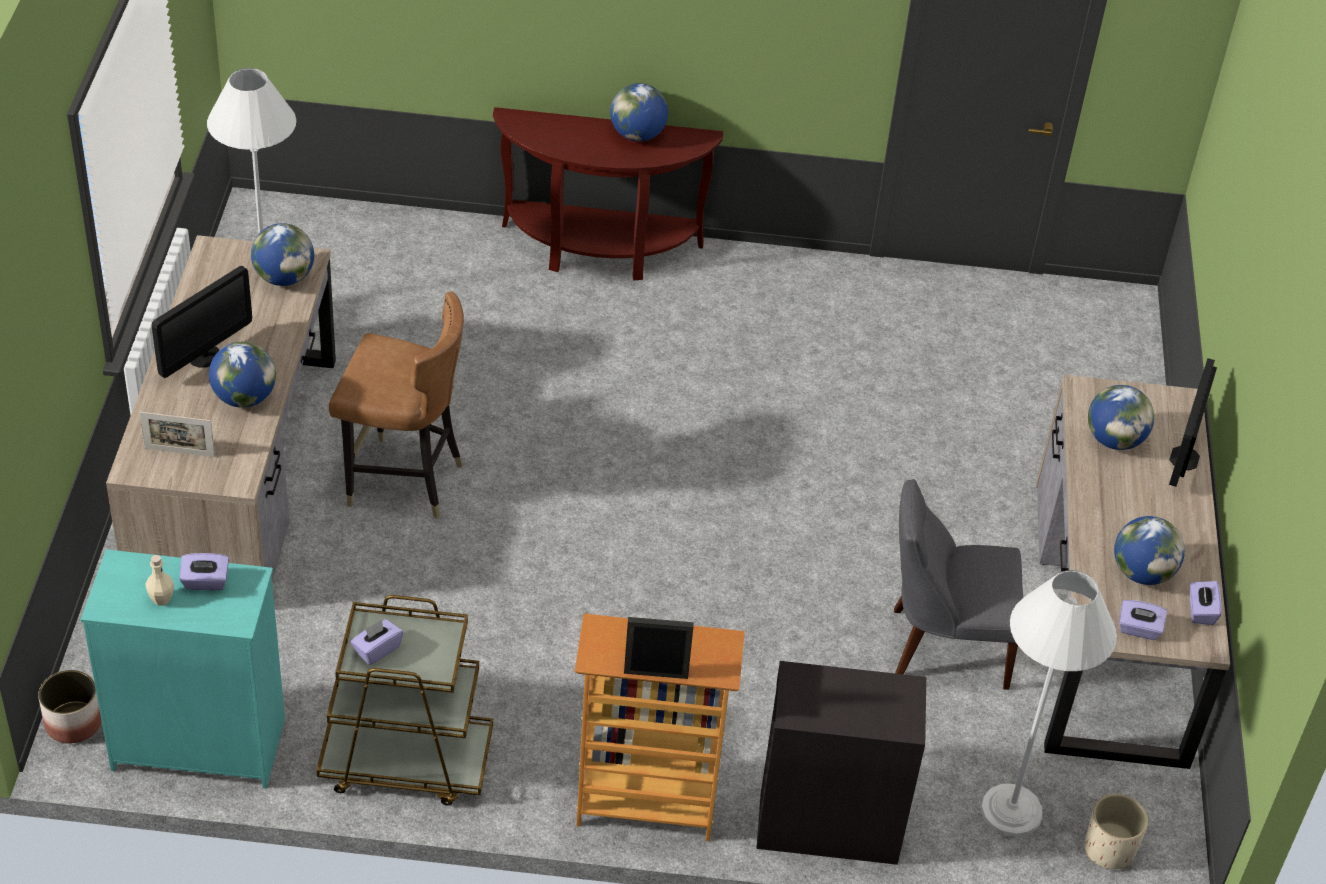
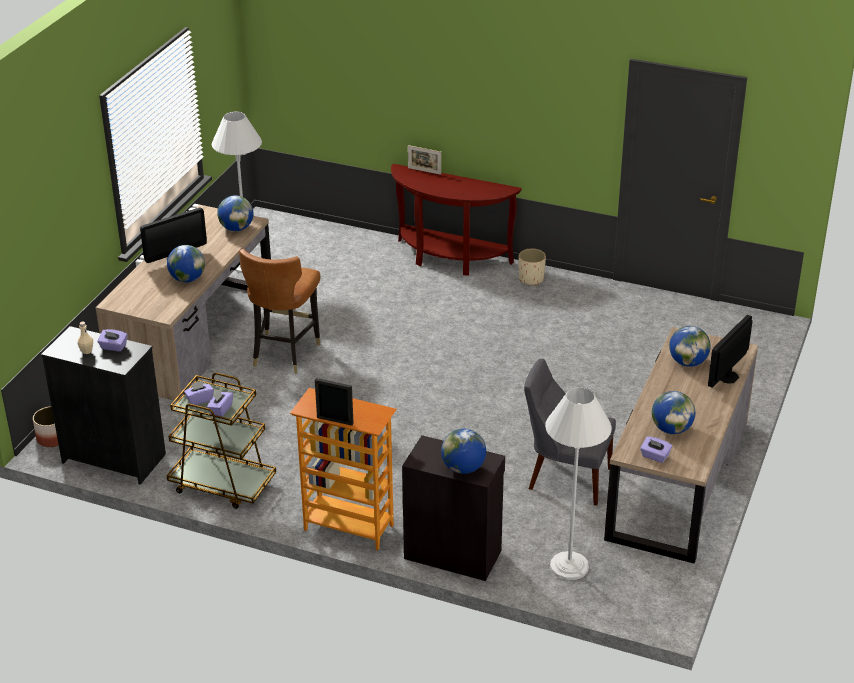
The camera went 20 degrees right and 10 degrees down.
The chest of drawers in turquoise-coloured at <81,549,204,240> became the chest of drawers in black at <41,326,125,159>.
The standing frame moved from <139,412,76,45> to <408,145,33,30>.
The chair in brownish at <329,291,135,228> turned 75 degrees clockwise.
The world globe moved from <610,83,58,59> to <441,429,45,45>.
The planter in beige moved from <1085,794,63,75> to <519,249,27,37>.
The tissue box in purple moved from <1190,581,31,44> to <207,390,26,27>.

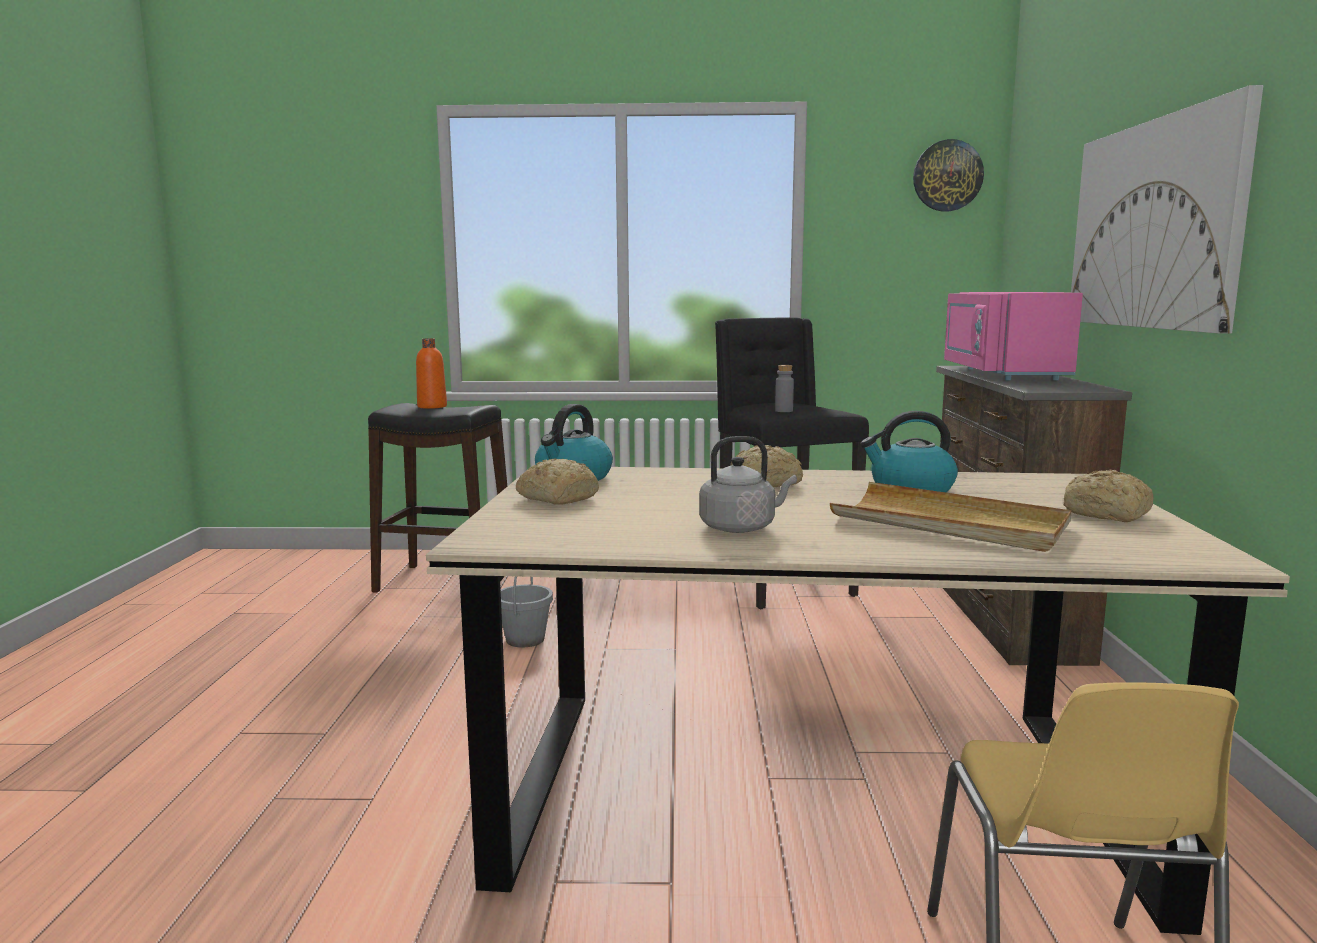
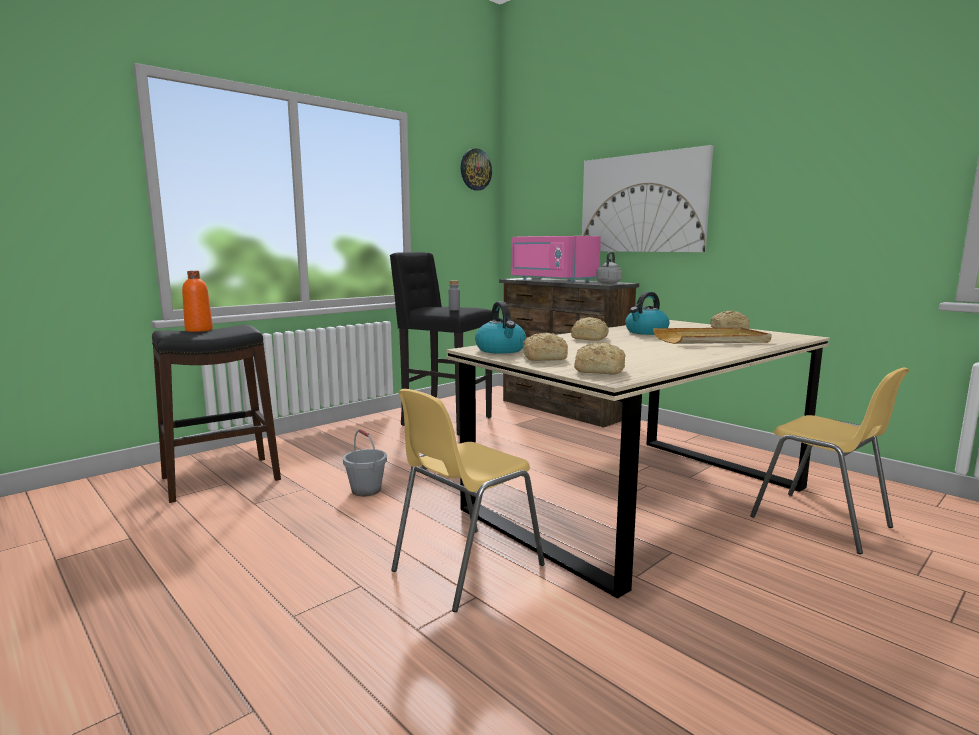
The camera went 45 degrees left and 0 degrees up.
The tea kettle in gray moved from <699,436,98,97> to <596,252,26,32>.
The chair in yellow-coloured at <391,389,154,223> appeared.
The bread at <574,343,52,31> appeared.

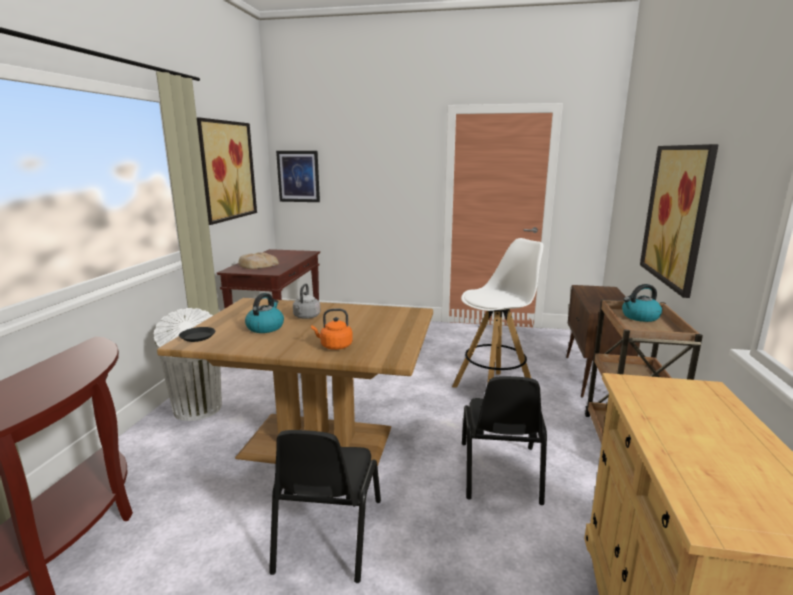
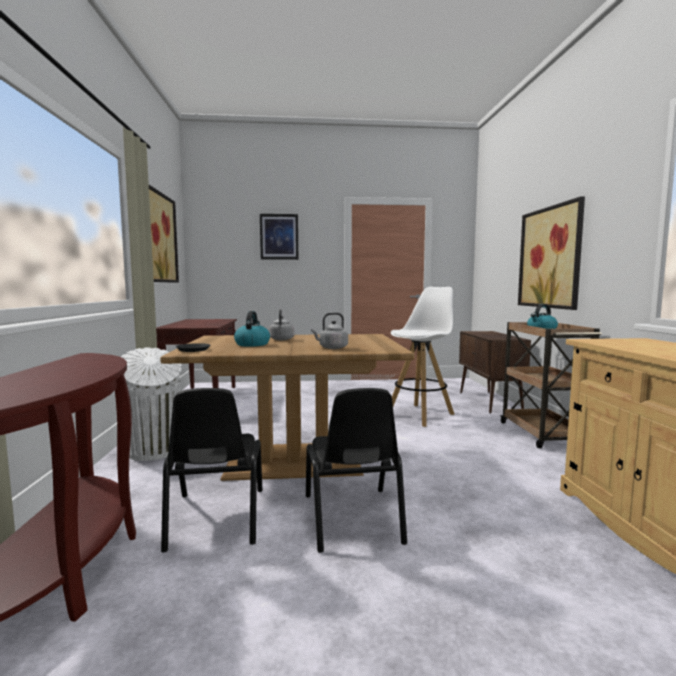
The camera went 15 degrees left and 10 degrees down.
The bread at <238,252,41,17> disappeared.
The picture moved from <276,151,44,51> to <260,214,38,46>.
The tea kettle in orange-coloured at <311,308,42,42> became the tea kettle in gray at <311,312,37,37>.
The chair in black moved from <462,376,85,129> to <161,388,101,164>.

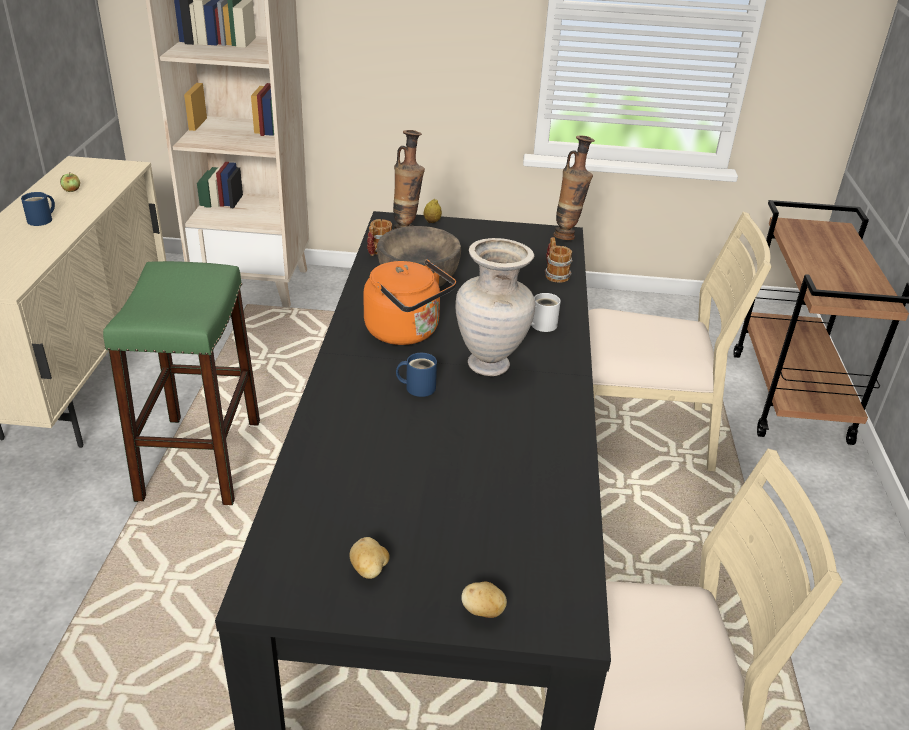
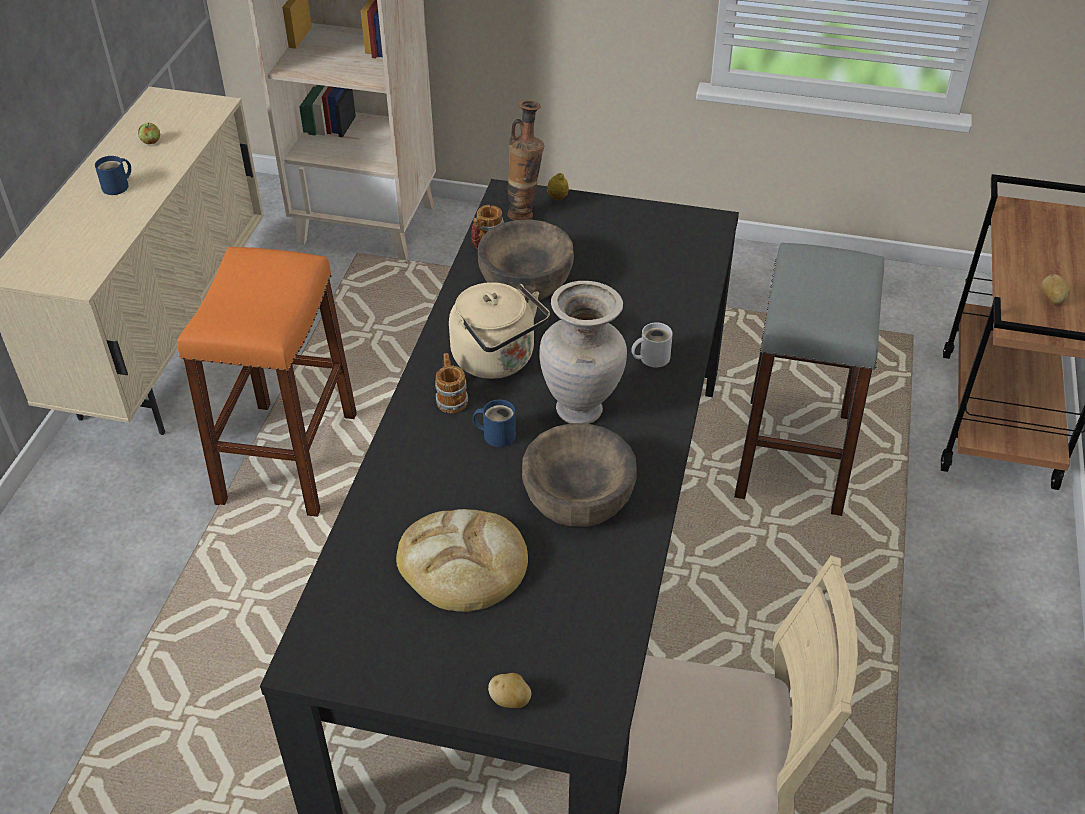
The camera went 10 degrees right and 10 degrees up.
The sitting stool in green-coloured at <103,261,157,244> became the sitting stool in orange-coloured at <177,247,180,270>.
The potato moved from <350,537,40,42> to <1041,274,30,30>.
The tea kettle in orange-coloured at <363,259,93,86> became the tea kettle in beige at <449,282,101,97>.
The tea mug moved from <545,237,28,46> to <435,353,33,60>.
The vase at <553,136,42,104> disappeared.
The chair in beige at <588,211,184,260> was replaced by the sitting stool in gray at <734,243,151,273>.
The bread at <396,509,132,103> appeared.
The serving bowl in brownish at <522,423,115,104> appeared.

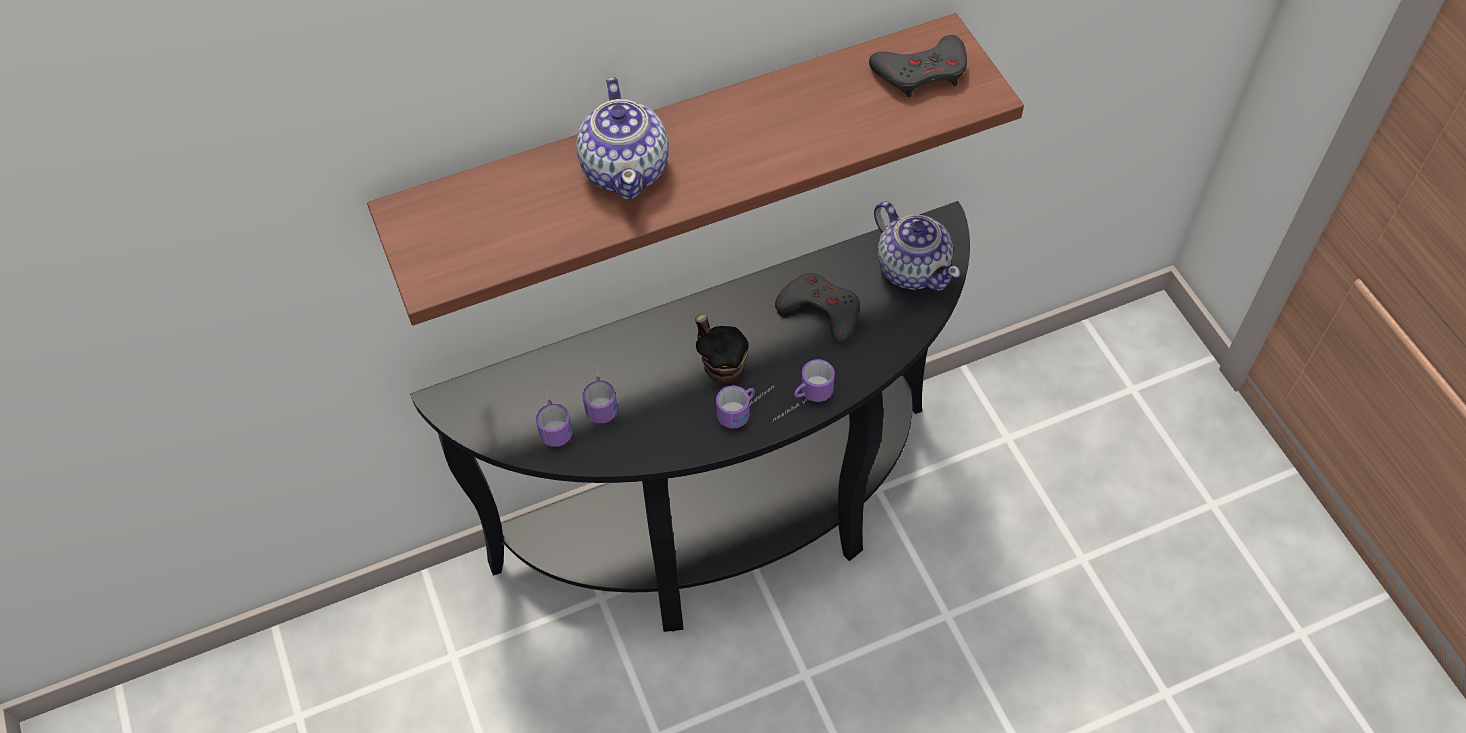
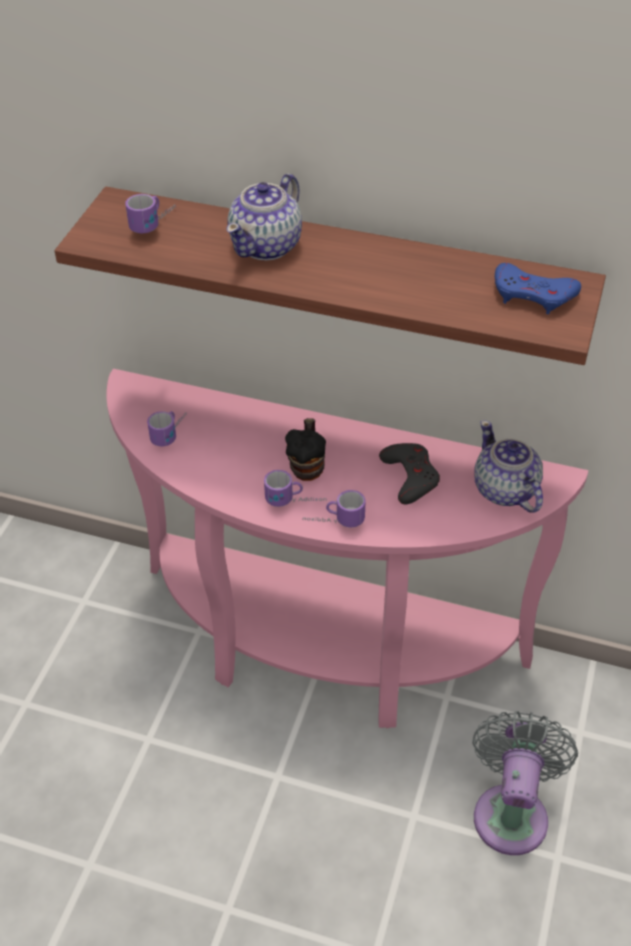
The camera went 40 degrees right and 10 degrees down.
The hall table in black at <410,201,560,431> became the hall table in pinkish at <107,369,481,359>.
The tea mug moved from <582,368,36,55> to <125,194,51,39>.
The joypad in gray at <869,35,98,62> became the joypad in blue-coloured at <495,263,86,51>.
The pot for tea at <874,201,86,90> turned 150 degrees clockwise.
The electric fan in gray at <472,711,106,144> appeared.

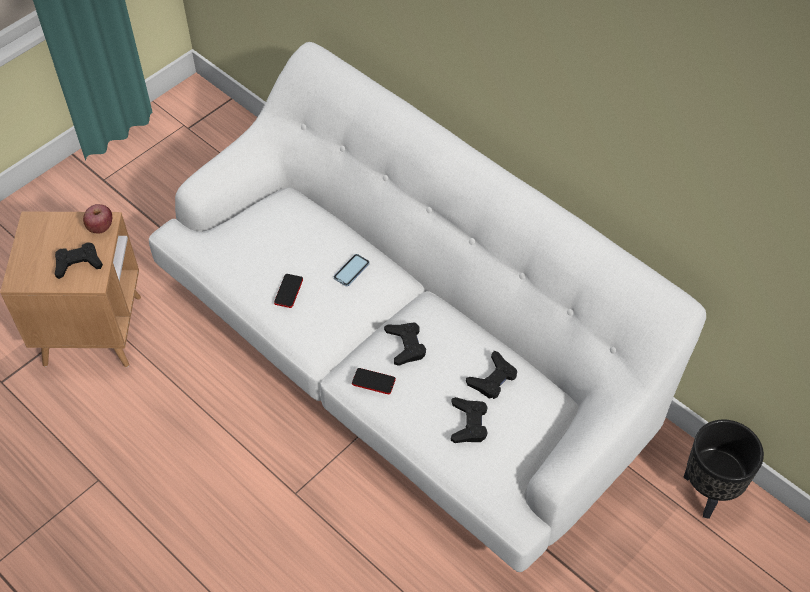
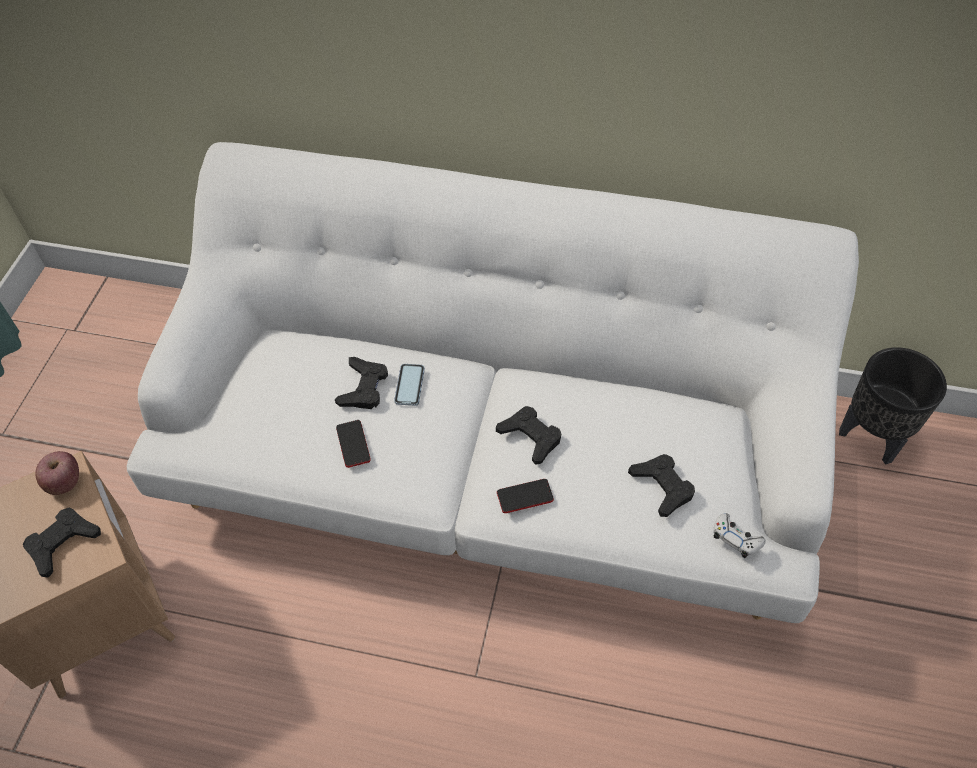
The camera went 30 degrees left and 0 degrees up.
The joypad in black moved from <466,351,51,48> to <335,357,53,52>.
The joypad in whitish at <714,513,52,45> appeared.

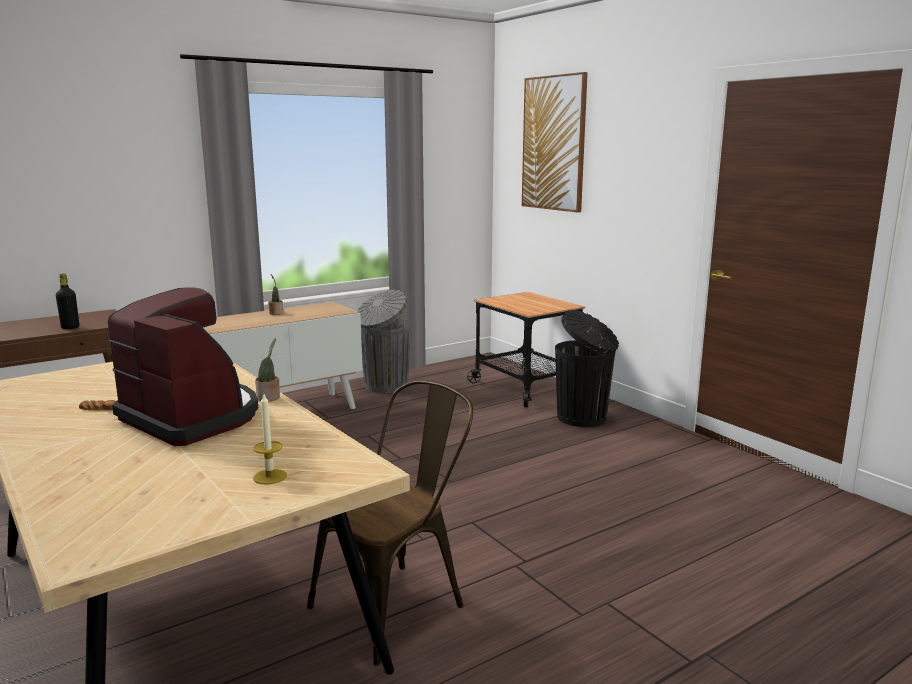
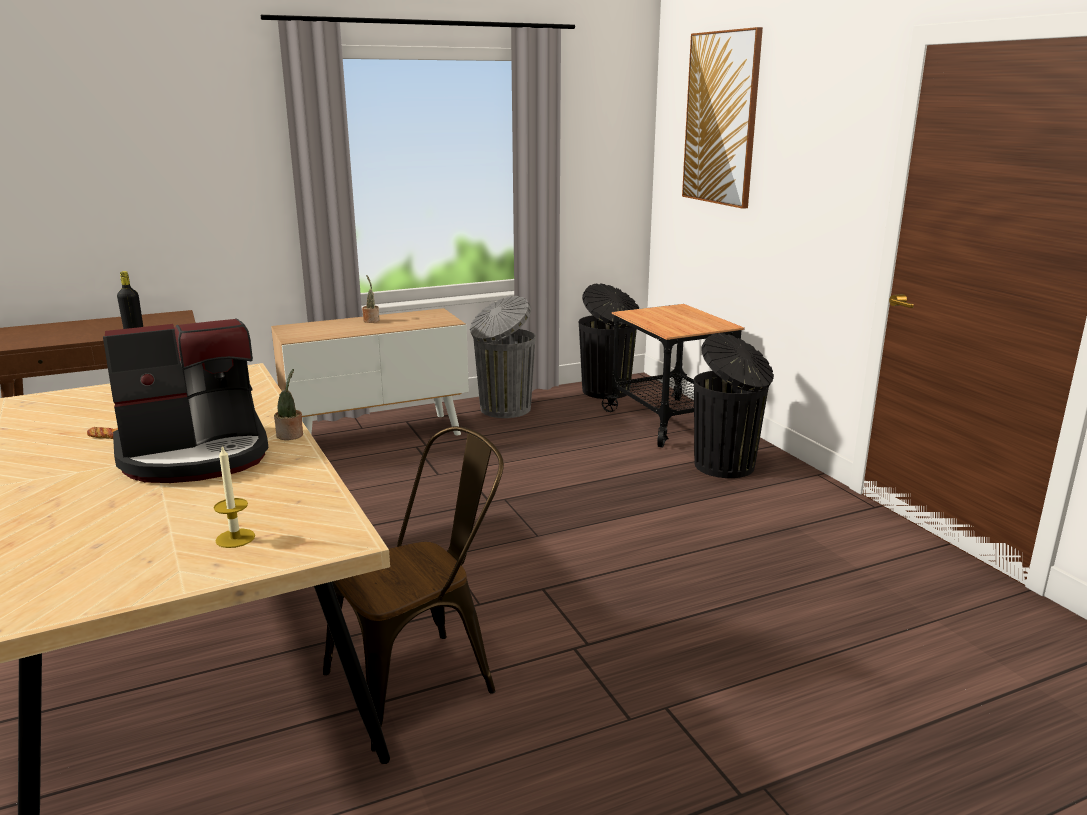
The camera went 10 degrees right and 5 degrees up.
The coffee brewer at <108,288,150,158> turned 105 degrees clockwise.
The waste bin in black at <579,284,60,115> appeared.

